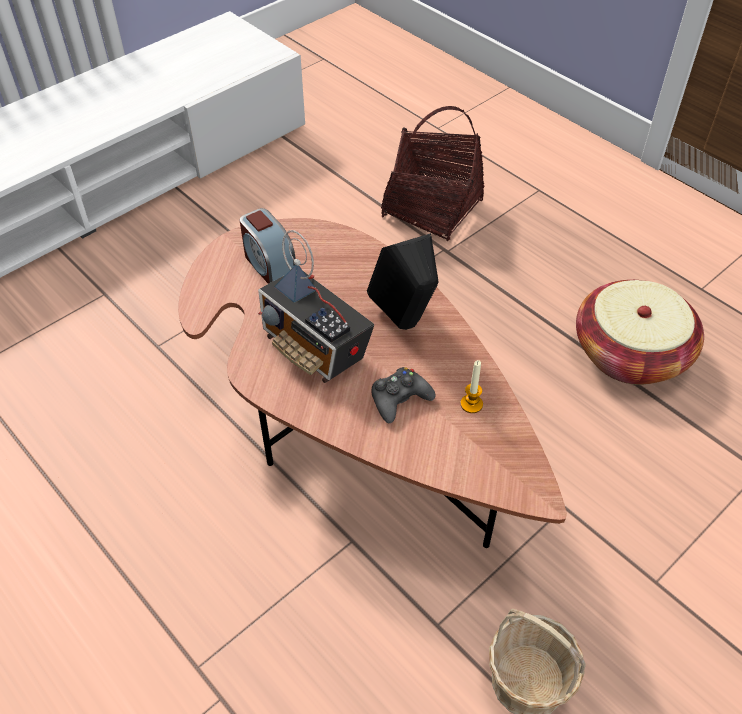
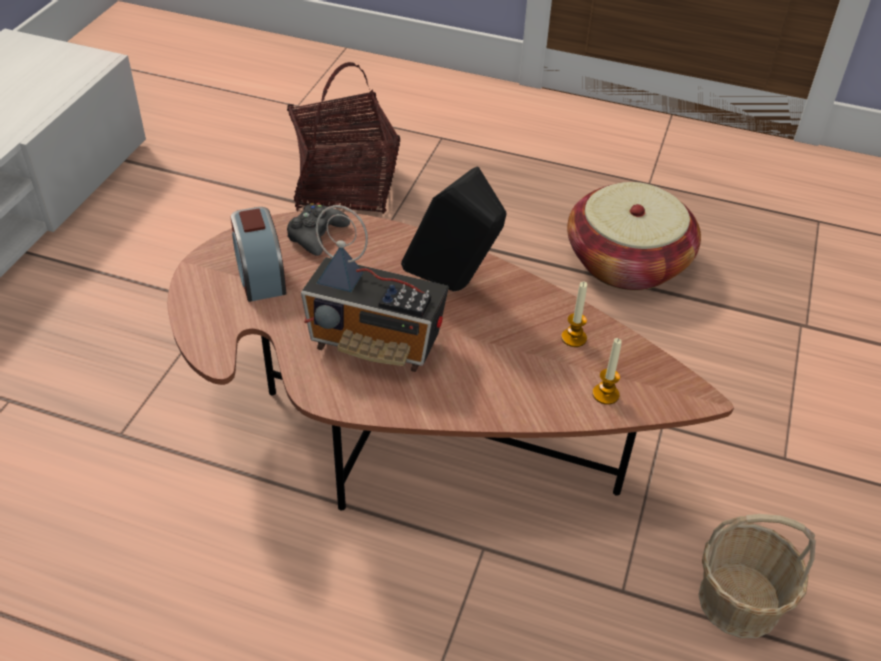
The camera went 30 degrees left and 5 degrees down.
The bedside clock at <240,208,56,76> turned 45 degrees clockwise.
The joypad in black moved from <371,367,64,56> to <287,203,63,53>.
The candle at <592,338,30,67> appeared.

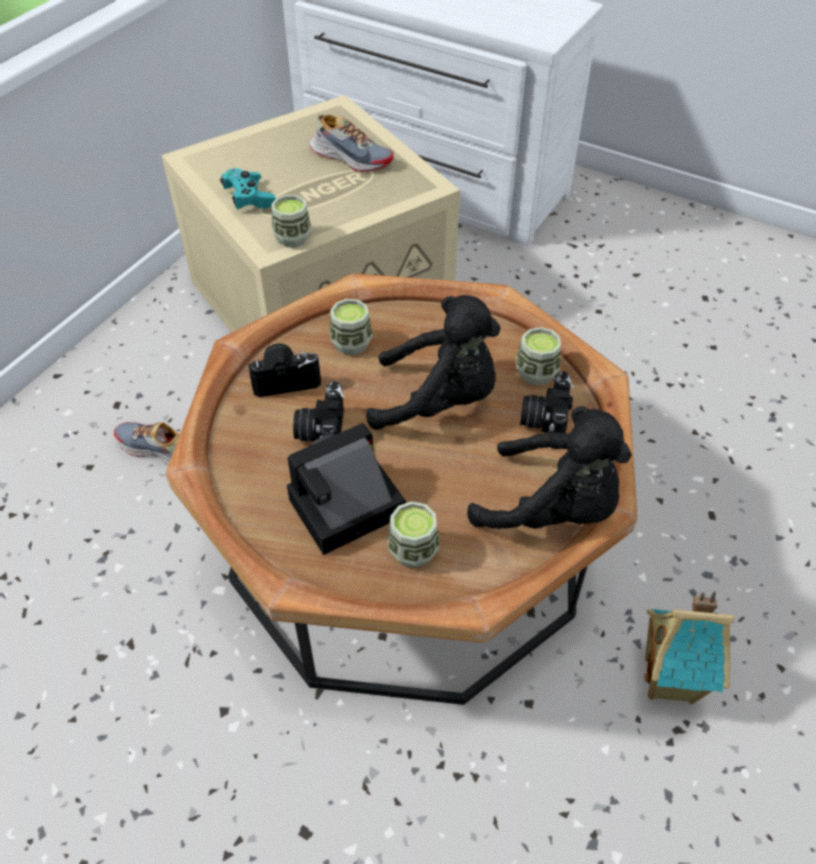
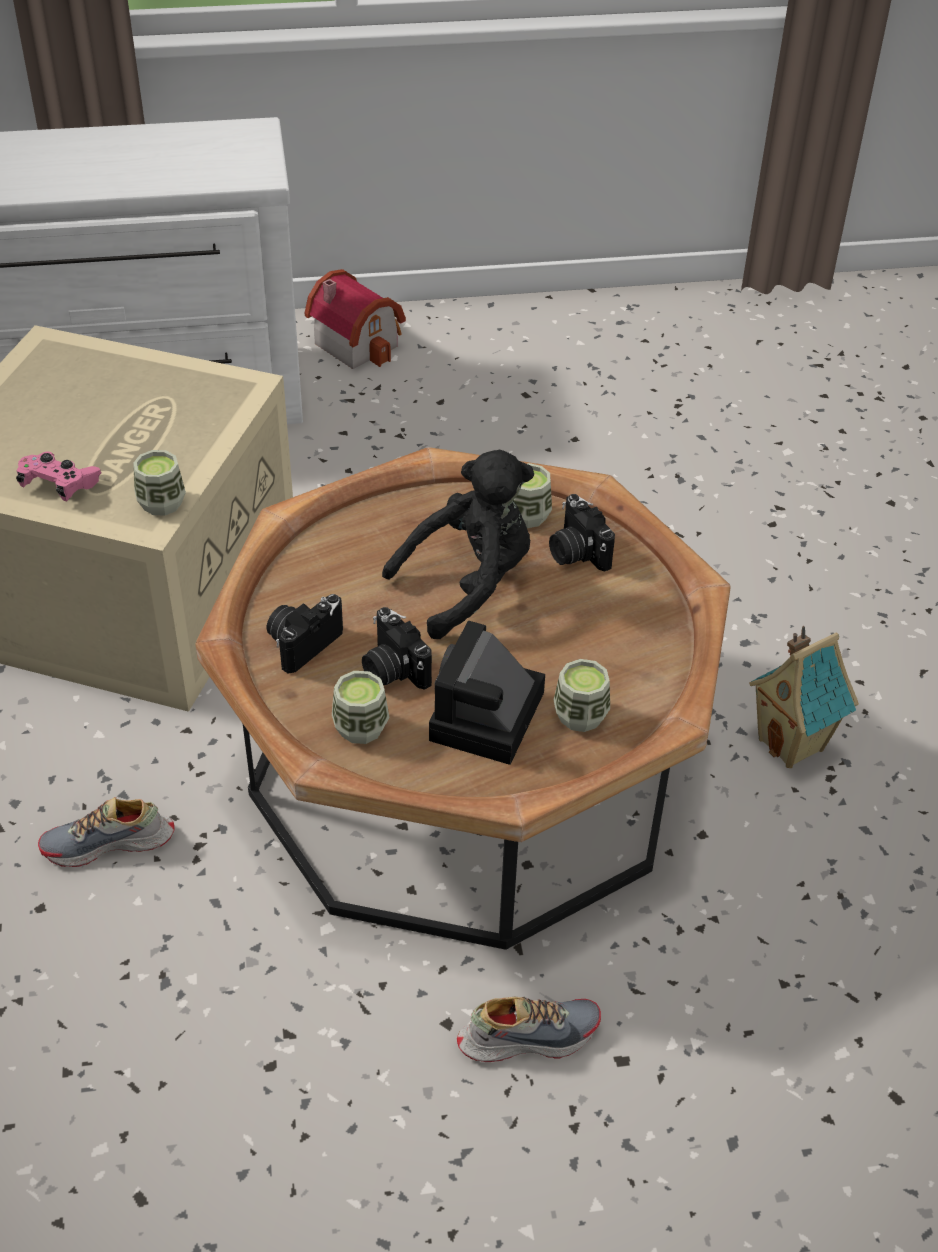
The camera went 40 degrees left and 5 degrees down.
The joypad in turquoise-coloured at <220,168,56,41> became the joypad in pinkish at <16,452,85,49>.
The shoe moved from <309,114,85,58> to <457,997,144,65>.
The cup moved from <329,299,44,56> to <332,671,58,73>.
The cuddly toy in black at <467,407,165,122> disappeared.
The miniature house at <305,269,101,100> appeared.

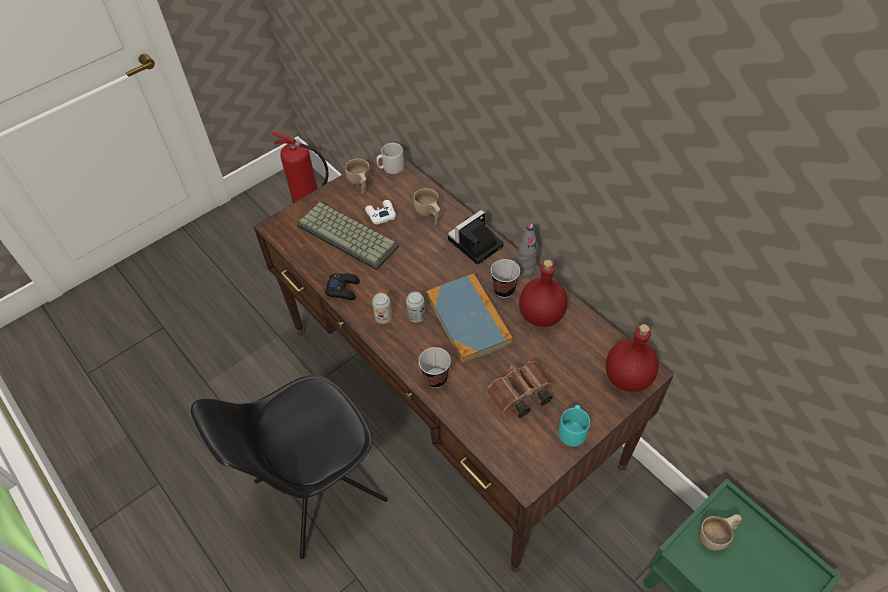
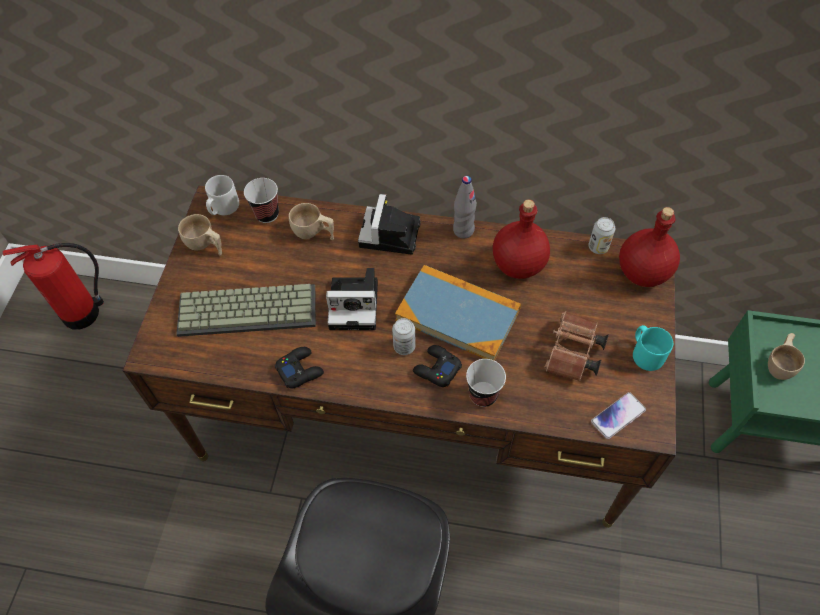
The camera went 40 degrees left and 5 degrees up.
The joypad in whitish at <365,200,31,25> disappeared.
The can moved from <372,293,20,31> to <589,217,26,37>.
The cup moved from <491,259,29,39> to <244,178,35,45>.
The photo camera at <326,268,52,62> appeared.
The joypad in black at <413,345,49,42> appeared.
The phone at <591,392,55,47> appeared.

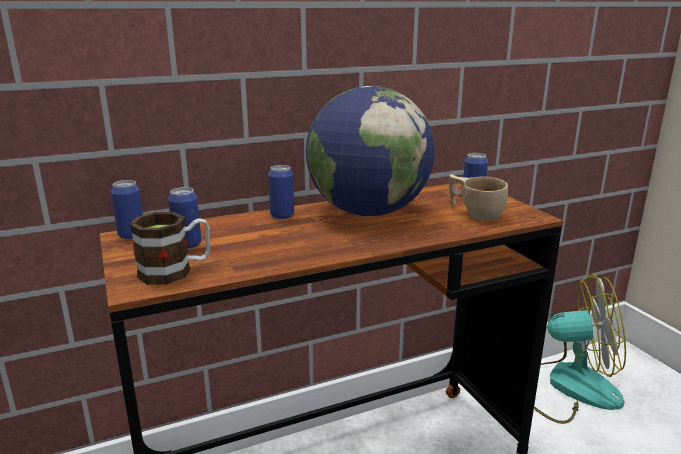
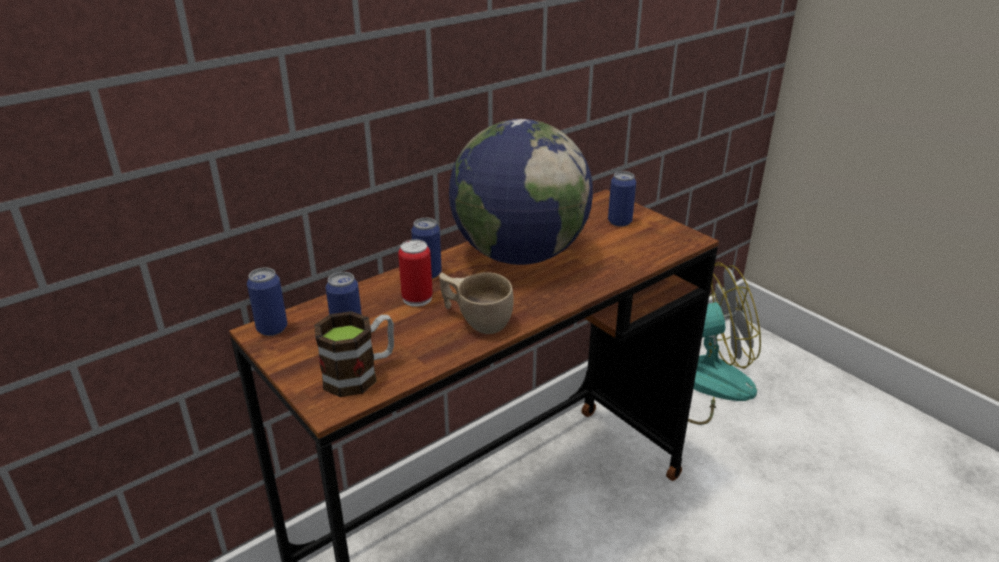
The camera went 15 degrees left and 10 degrees up.
The cup in beige moved from <449,174,59,47> to <439,272,75,62>.
The can at <398,239,35,68> appeared.

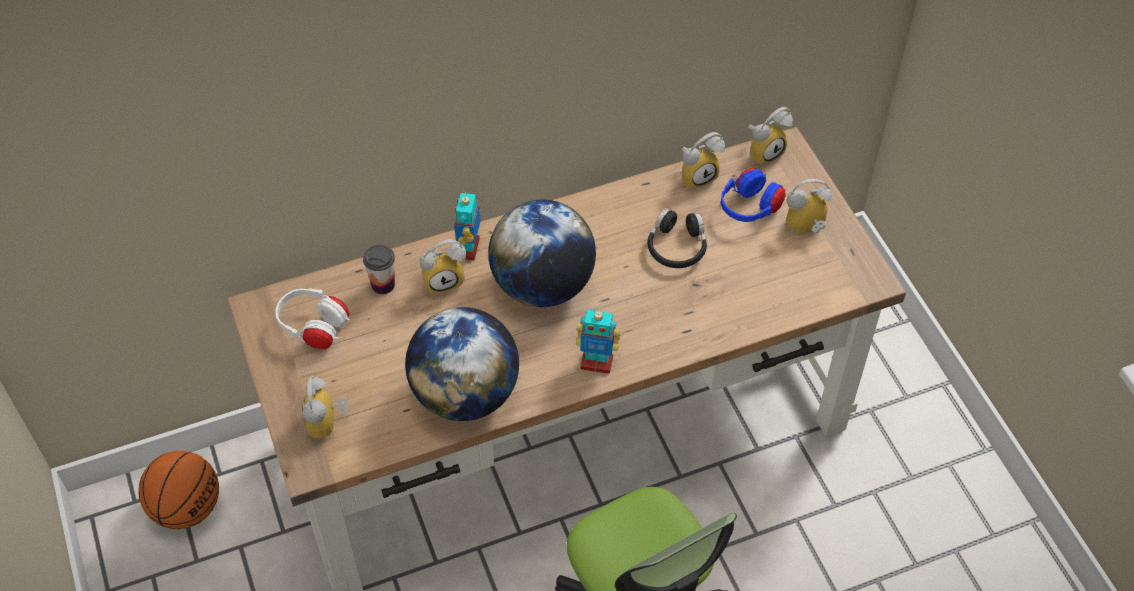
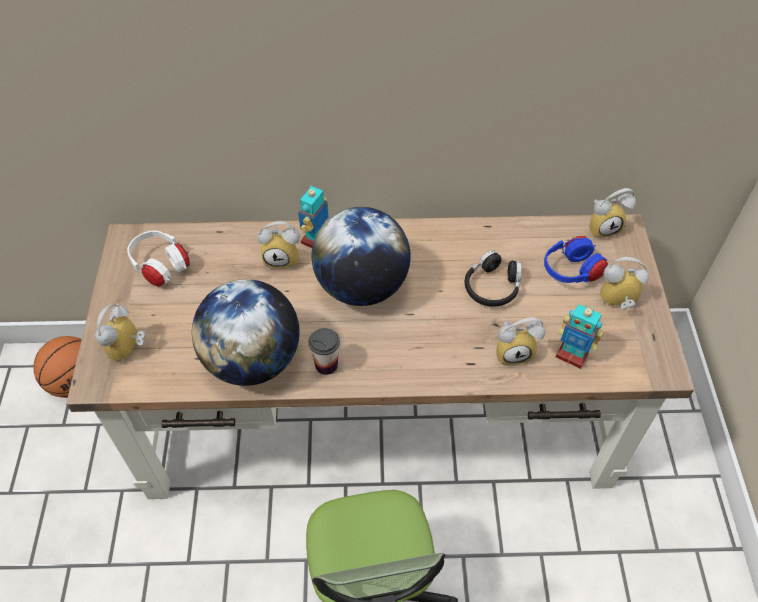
The camera went 20 degrees right and 0 degrees up.
The cup moved from <363,244,32,50> to <309,328,31,47>.
The robot figure moved from <576,308,44,66> to <555,304,49,65>.
The bedside clock moved from <682,132,43,58> to <496,317,50,48>.

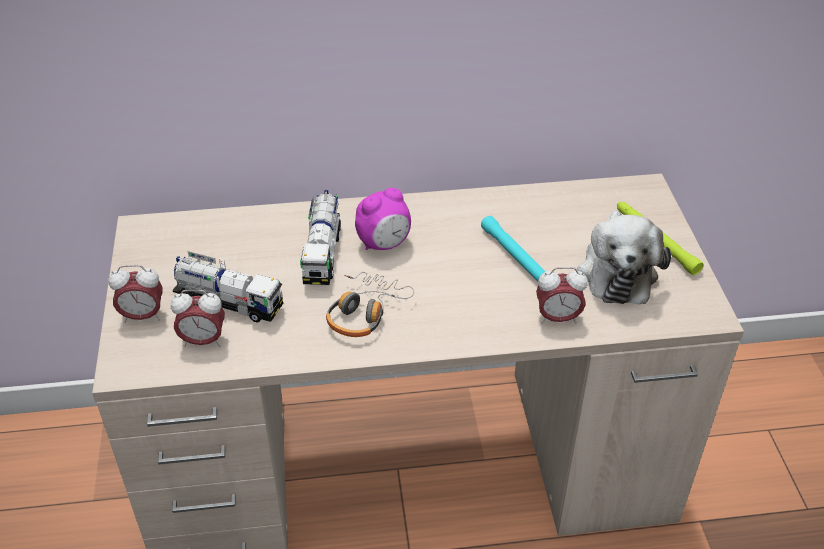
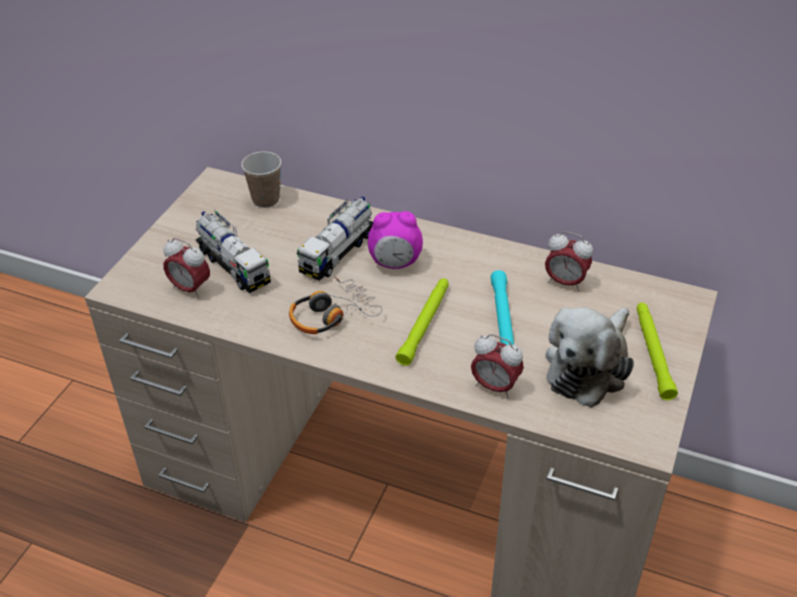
The camera went 30 degrees right and 0 degrees up.
The bedside clock moved from <108,265,55,58> to <545,231,48,60>.
The cup at <241,151,41,57> appeared.
The hand torch in green-coloured at <396,278,53,88> appeared.

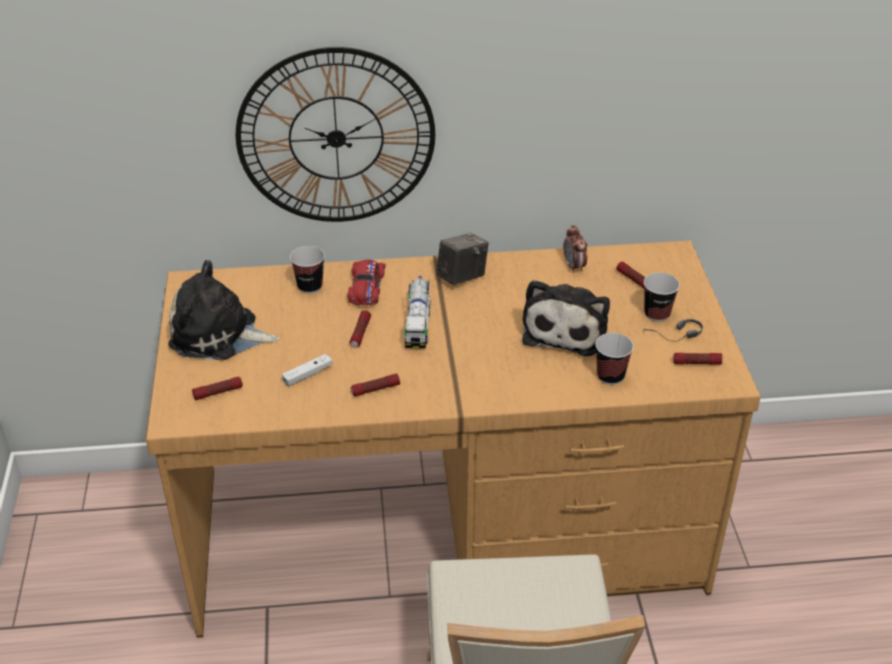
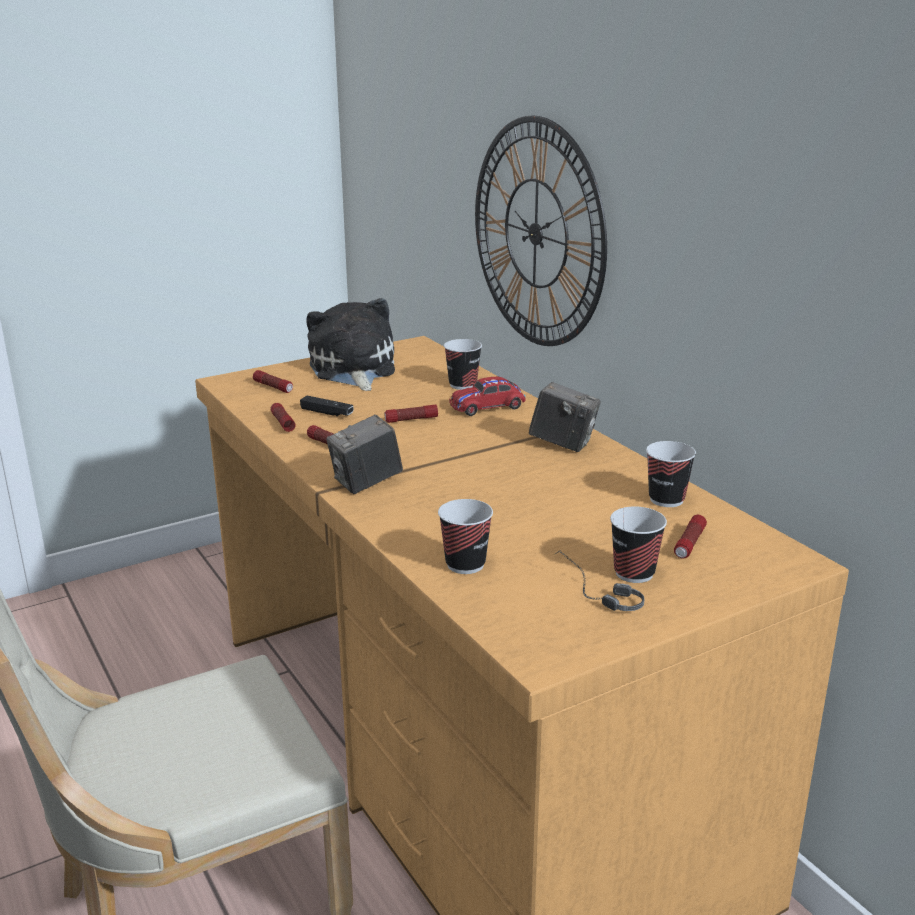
The camera went 65 degrees right and 15 degrees down.
The joypad in whitish at <282,354,50,33> became the joypad in black at <300,396,54,20>.
The toy lorry at <404,276,26,72> disappeared.
The cuddly toy at <522,280,88,76> disappeared.
The bedside clock at <563,225,24,48> was replaced by the cup at <646,441,50,66>.
The hand torch moved from <673,353,49,12> to <271,403,25,29>.
The photo camera at <326,414,77,80> appeared.

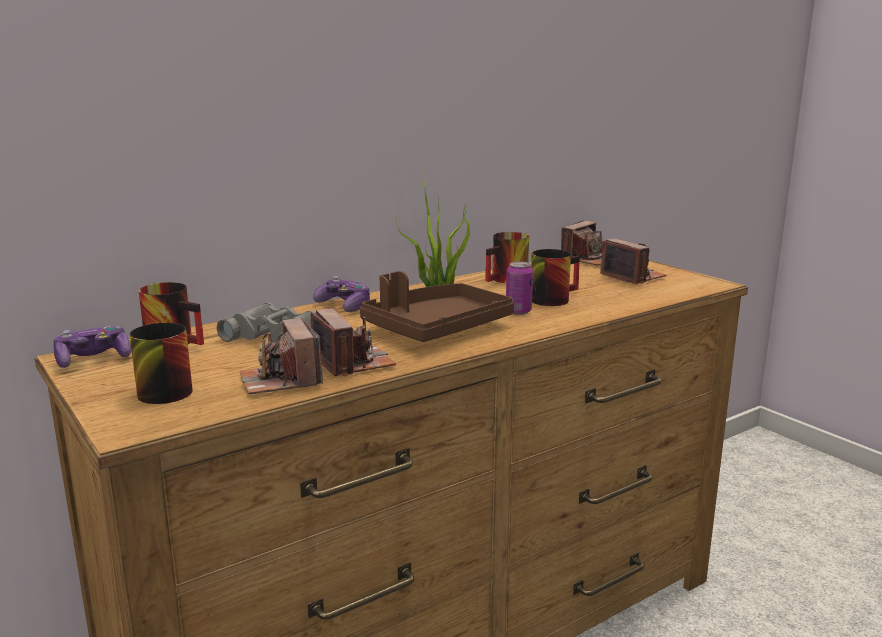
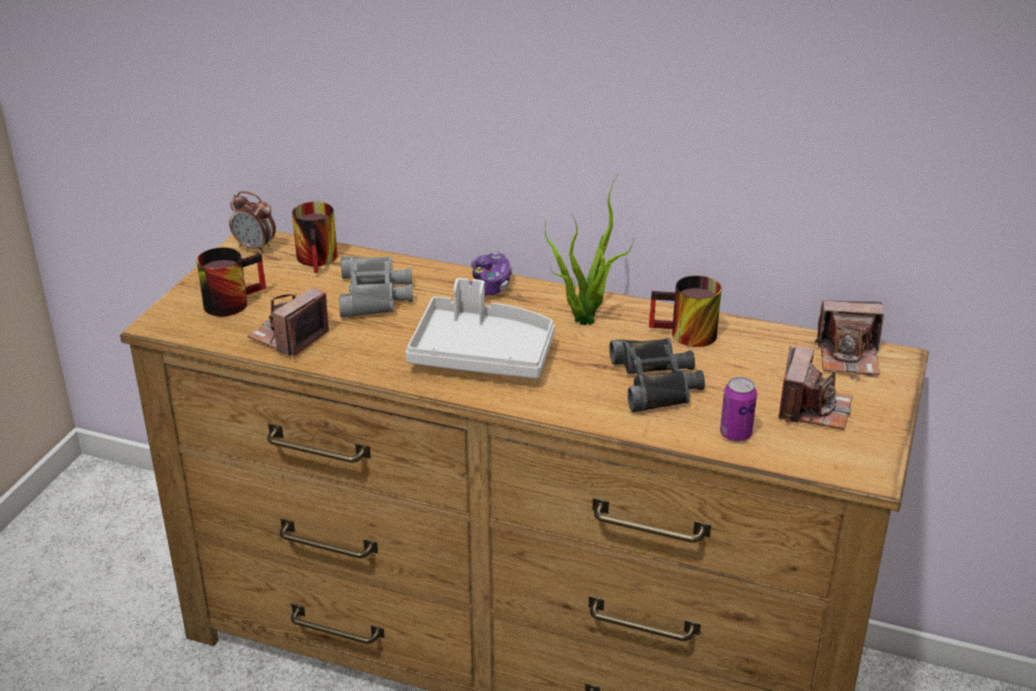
The camera went 55 degrees right and 15 degrees up.
The joypad at <54,326,77,42> was replaced by the bedside clock at <229,191,47,62>.
The photo camera at <311,308,85,69> disappeared.
The carrying tray in brownish at <360,271,154,71> became the carrying tray in whitish at <405,278,150,100>.
The can moved from <506,261,27,54> to <720,377,37,64>.
The tea mug at <531,249,49,57> was replaced by the binoculars in black at <609,338,96,74>.

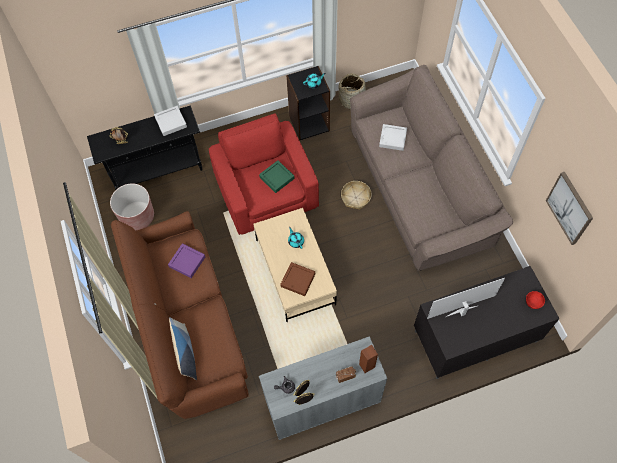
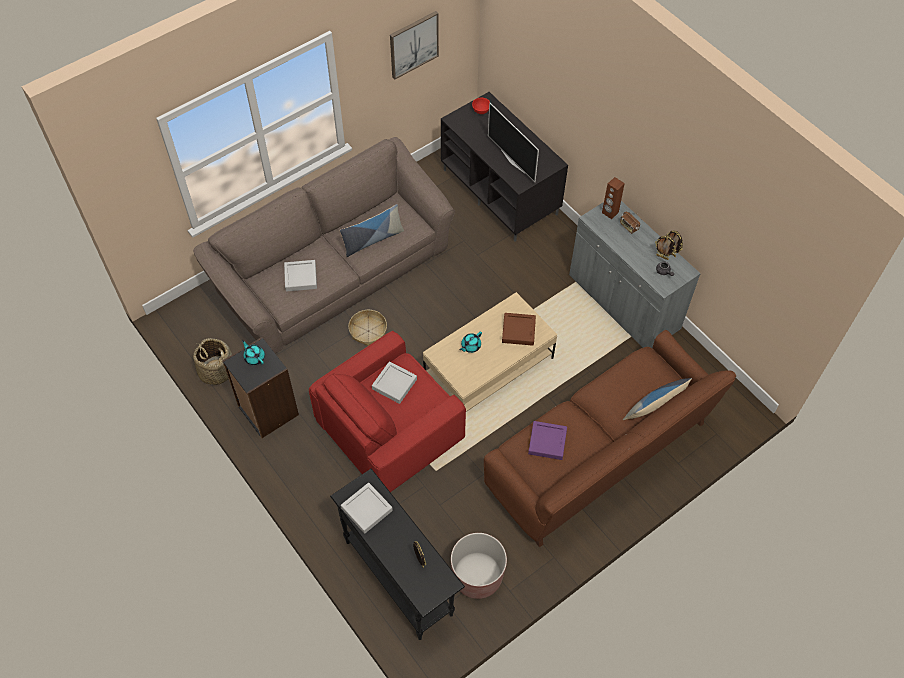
The camera went 110 degrees left and 5 degrees down.
The carrying tray in green-coloured at <259,160,35,33> became the carrying tray in gray at <372,361,45,43>.
The throw pillow at <340,204,64,53> appeared.

